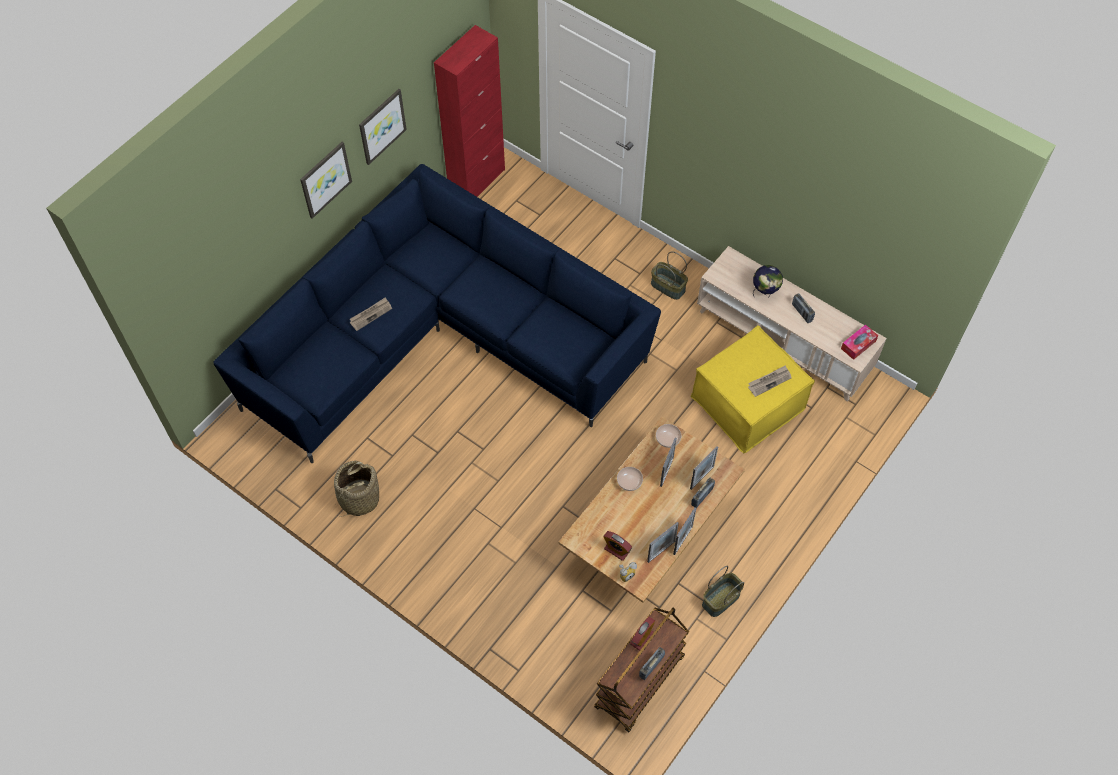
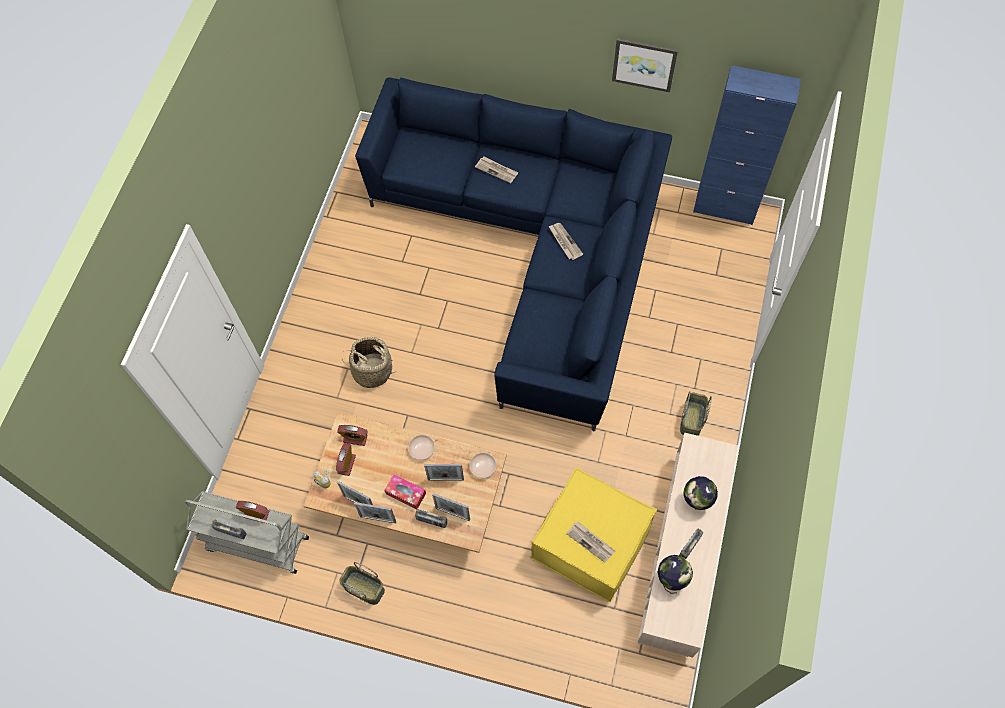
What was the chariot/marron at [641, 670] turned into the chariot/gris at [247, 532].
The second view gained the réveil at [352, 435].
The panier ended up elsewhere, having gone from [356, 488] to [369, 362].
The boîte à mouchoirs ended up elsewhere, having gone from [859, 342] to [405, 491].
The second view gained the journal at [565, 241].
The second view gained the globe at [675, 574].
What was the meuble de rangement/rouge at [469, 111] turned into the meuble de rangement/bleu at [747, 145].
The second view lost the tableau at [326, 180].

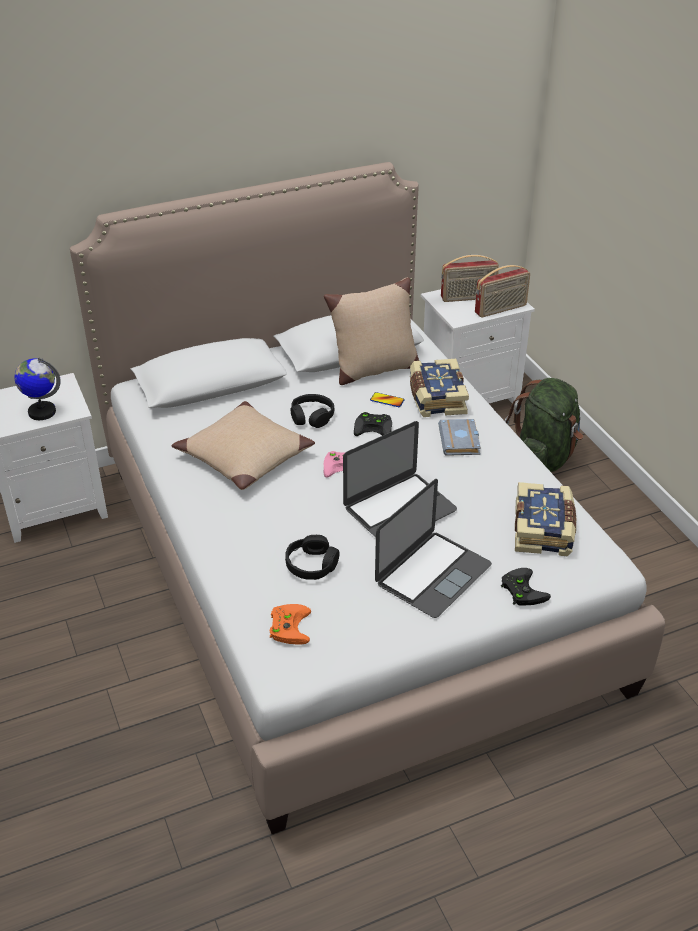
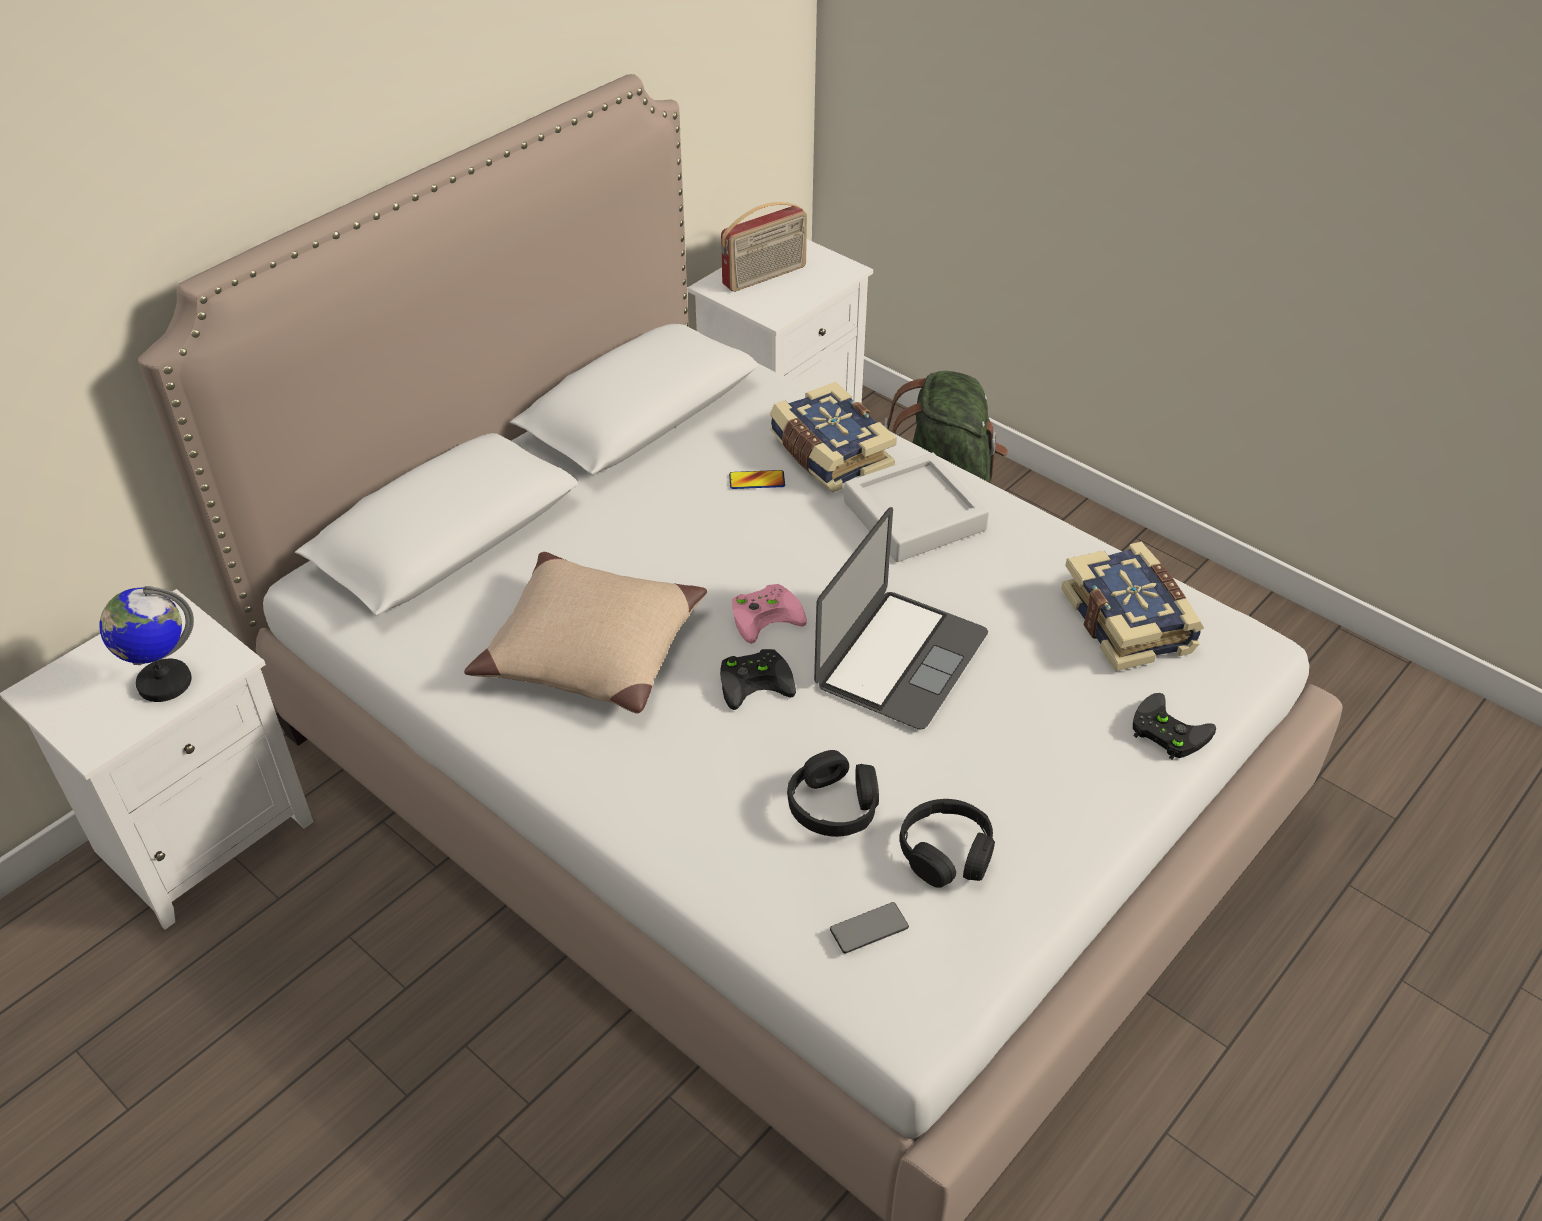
The manette/noir ended up elsewhere, having gone from [373, 424] to [758, 679].
Where the manette/orange stood at [290, 624], the téléphone came to stand at [869, 927].
Where the livre/gris stood at [459, 437], the plateau/gris came to stand at [916, 507].
The casque audio/noir ended up elsewhere, having gone from [313, 411] to [947, 843].
The second view lost the coussin/beige at [371, 331].
The second view lost the ordinateur portable at [433, 548].
The second view lost the radio at [502, 291].

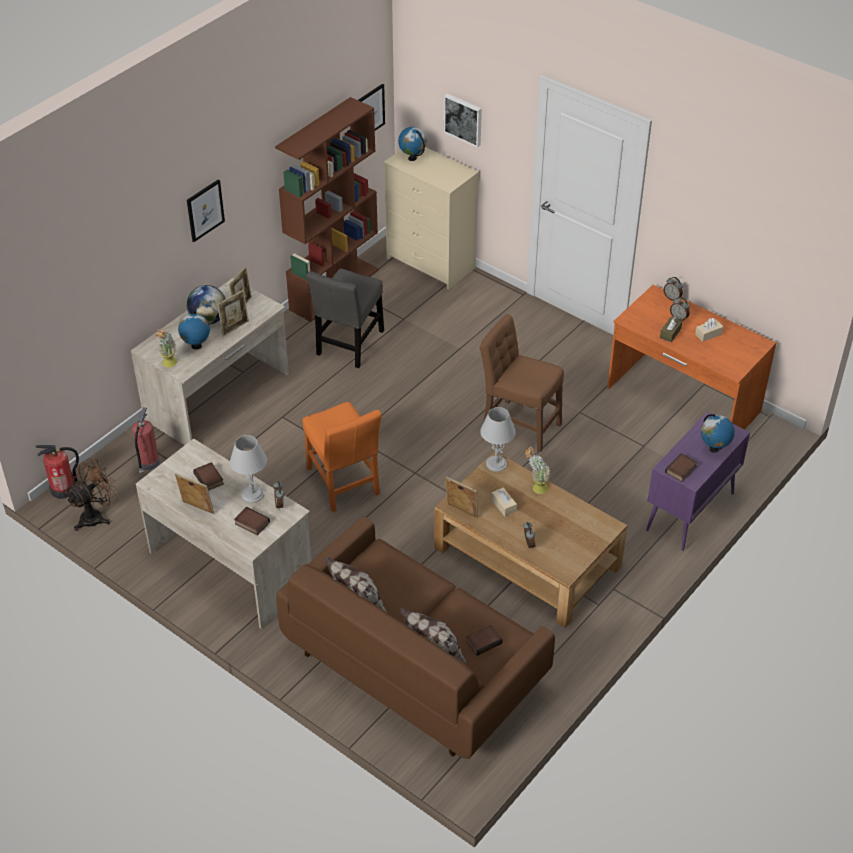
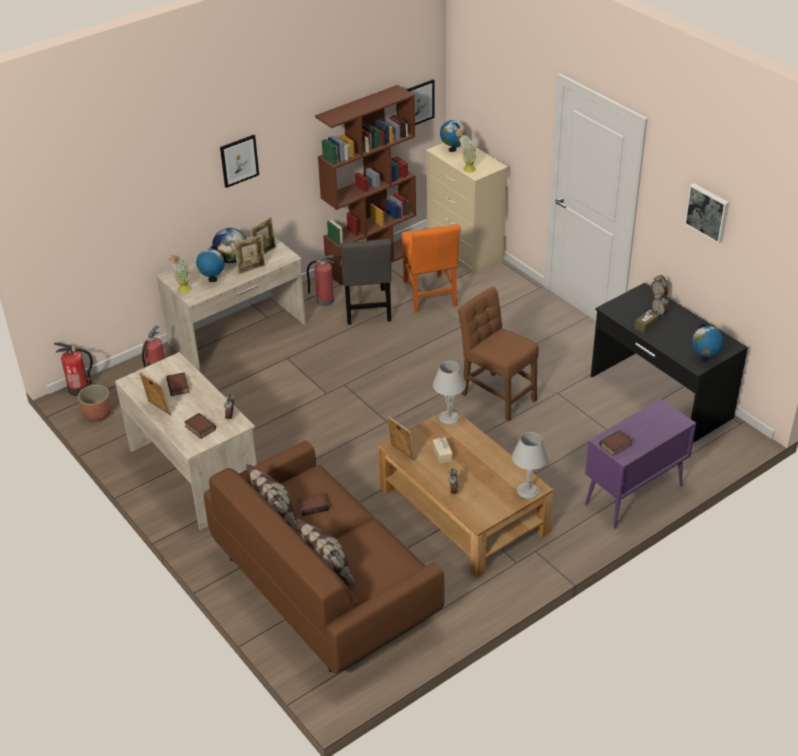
Where the ventilateur/marron stood at [92, 494], the cache-pot came to stand at [94, 403].
The livre ended up elsewhere, having gone from [484, 640] to [313, 504].
The second view gained the extincteur at [320, 280].
The chaise/gris at [345, 318] ended up facing another way, 45 degrees counterclockwise from before.
The chaise/orange ended up elsewhere, having gone from [342, 457] to [431, 268].
The plante en pot ended up elsewhere, having gone from [537, 470] to [466, 149].
The lampe de table/gris ended up elsewhere, having gone from [248, 469] to [530, 465].
What was the bureau/orange at [691, 357] turned into the bureau/noir at [669, 363].
The tableau ended up elsewhere, having gone from [463, 120] to [706, 213].
The globe ended up elsewhere, having gone from [718, 433] to [708, 343].
The second view lost the boîte à mouchoirs/beige at [709, 330].

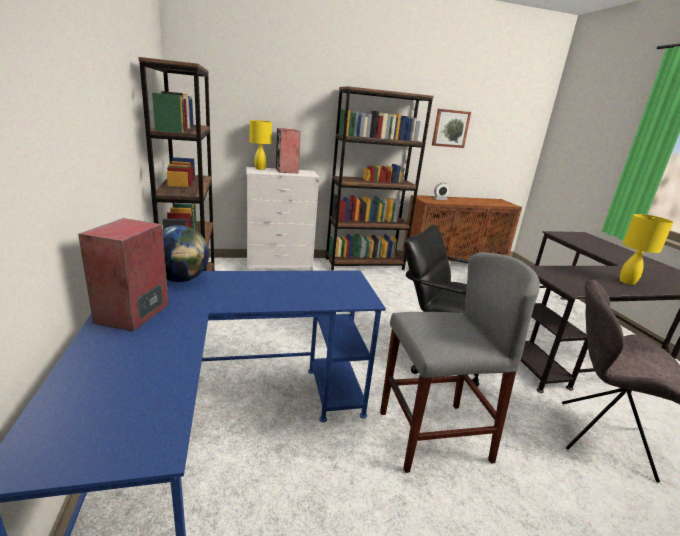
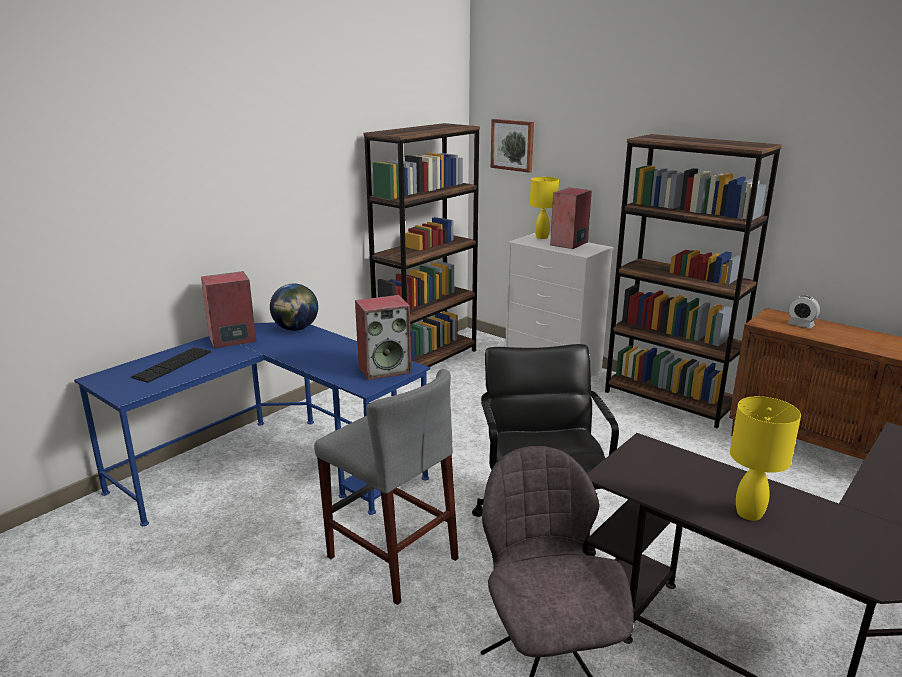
The second view gained the clavier at [171, 365].
The second view gained the enceinte at [383, 337].
The tableau ended up elsewhere, having gone from [451, 128] to [512, 146].

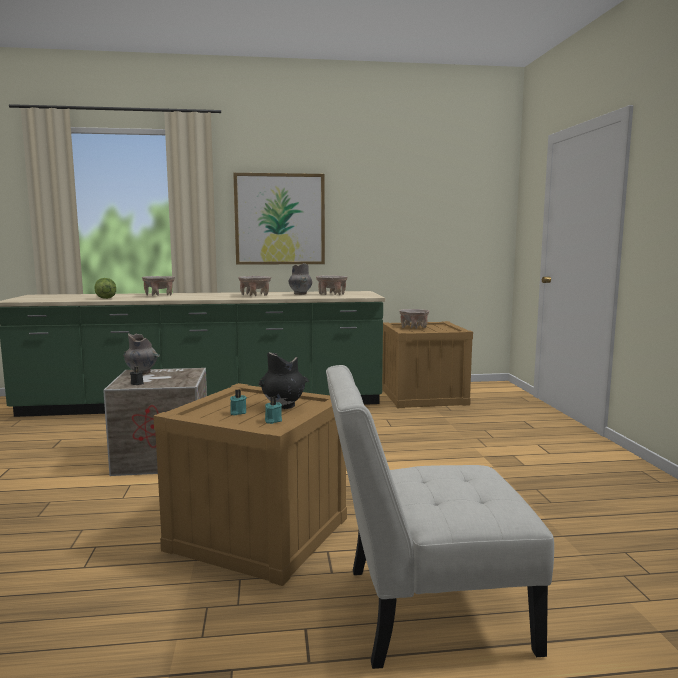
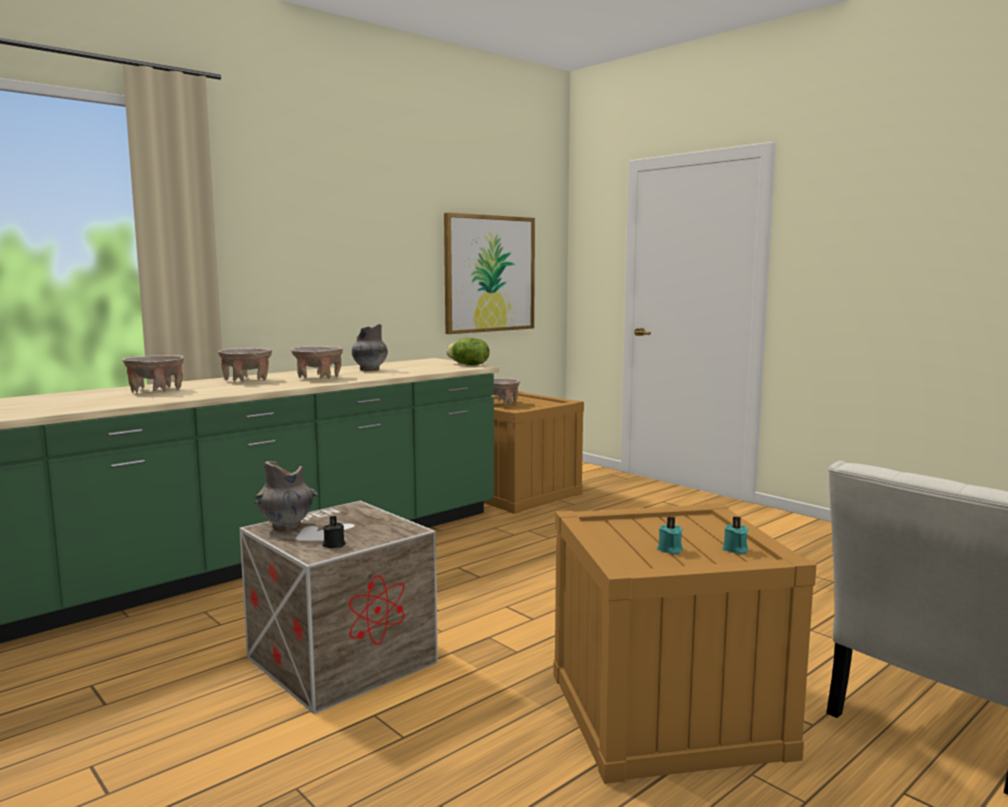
The bol/beige ended up elsewhere, having gone from [331, 285] to [245, 365].
The tableau ended up elsewhere, having gone from [279, 219] to [489, 273].
The laitue ended up elsewhere, having gone from [105, 288] to [467, 351].
The second view lost the vase/noir at [284, 380].

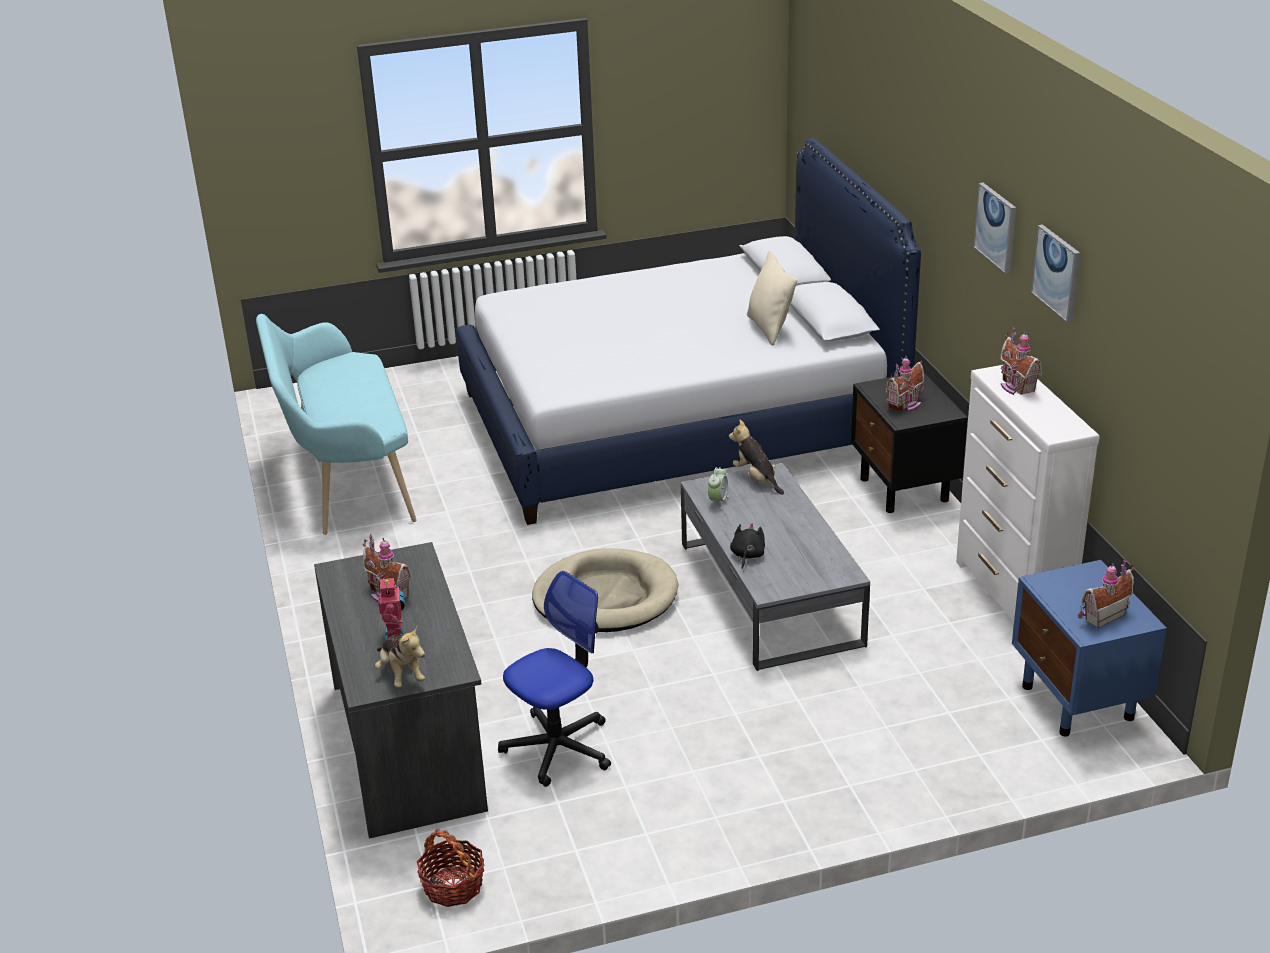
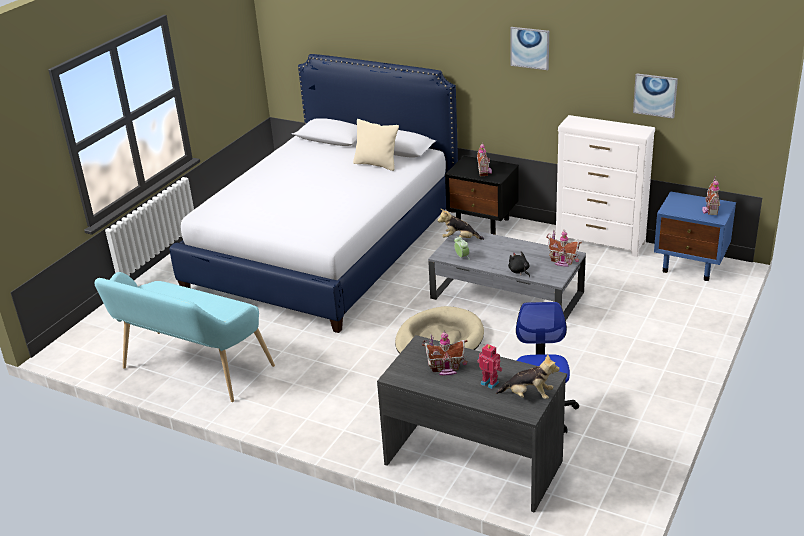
The maison miniature ended up elsewhere, having gone from [1021, 361] to [564, 248].
The tableau ended up elsewhere, having gone from [1055, 274] to [655, 96].
The second view lost the panier at [451, 868].

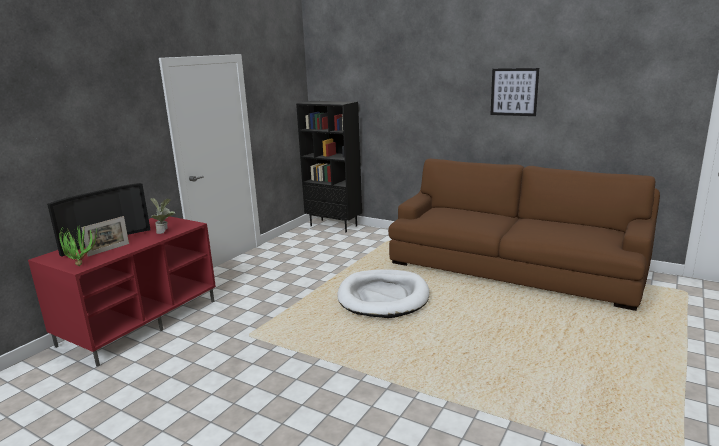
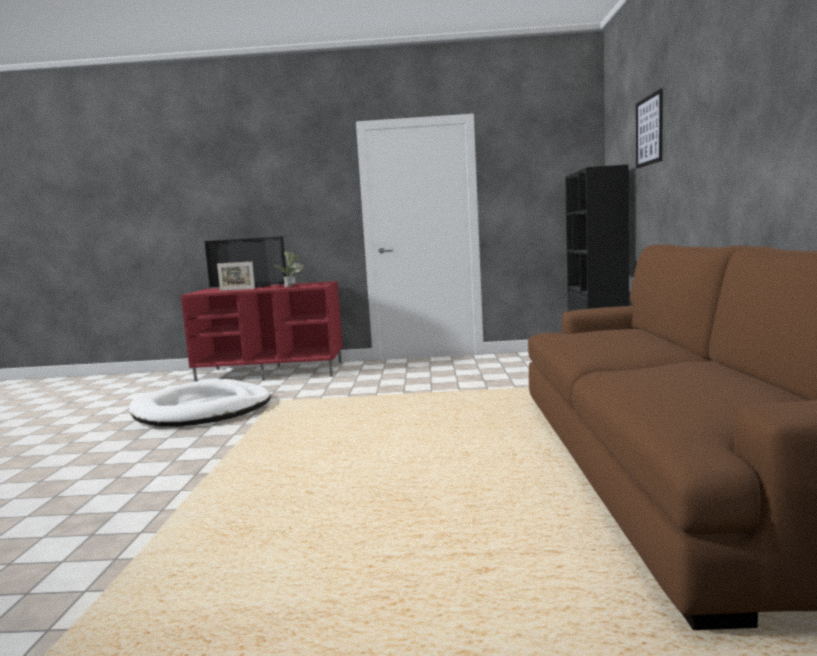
The panier pour chien/blanc ended up elsewhere, having gone from [383, 293] to [200, 403].
The tableau ended up elsewhere, having gone from [514, 92] to [649, 128].
The second view lost the plante en pot at [78, 245].

